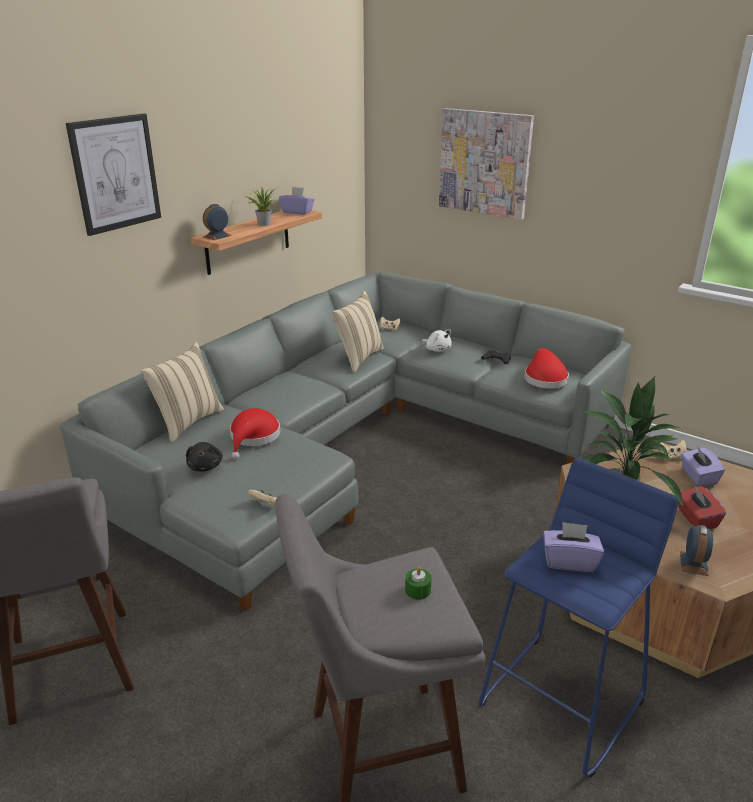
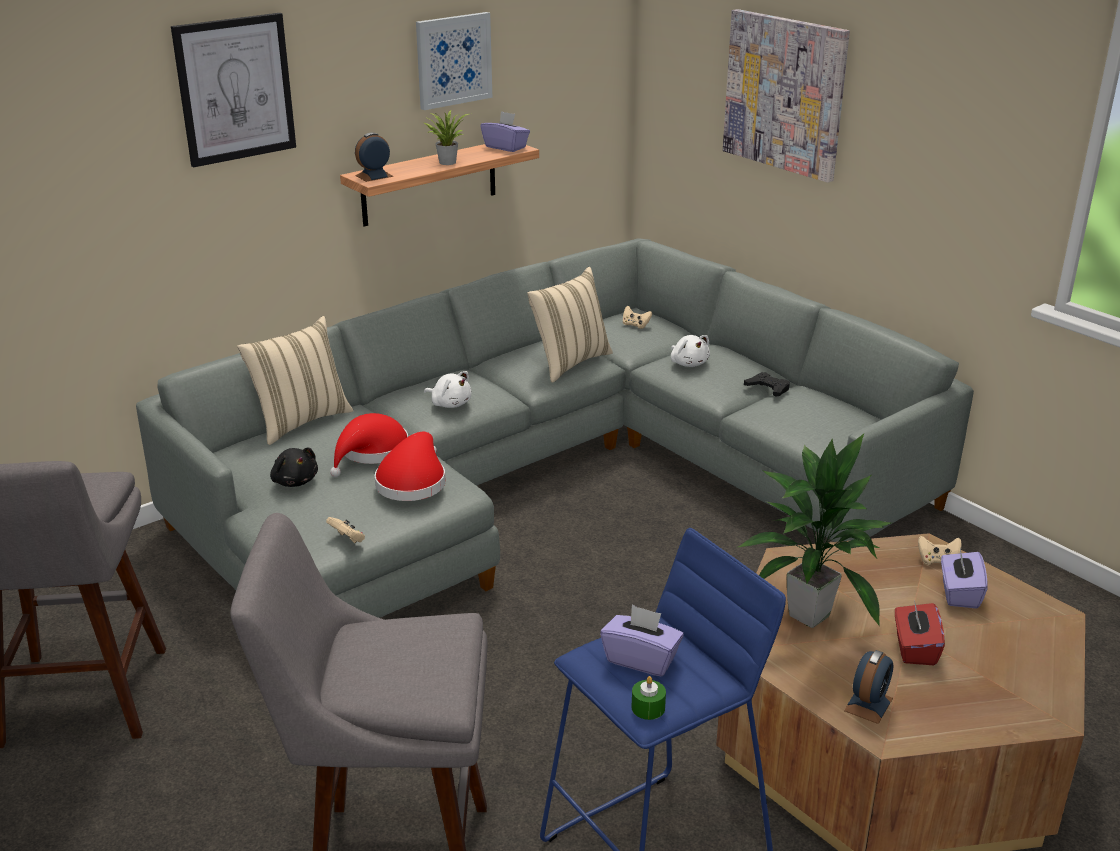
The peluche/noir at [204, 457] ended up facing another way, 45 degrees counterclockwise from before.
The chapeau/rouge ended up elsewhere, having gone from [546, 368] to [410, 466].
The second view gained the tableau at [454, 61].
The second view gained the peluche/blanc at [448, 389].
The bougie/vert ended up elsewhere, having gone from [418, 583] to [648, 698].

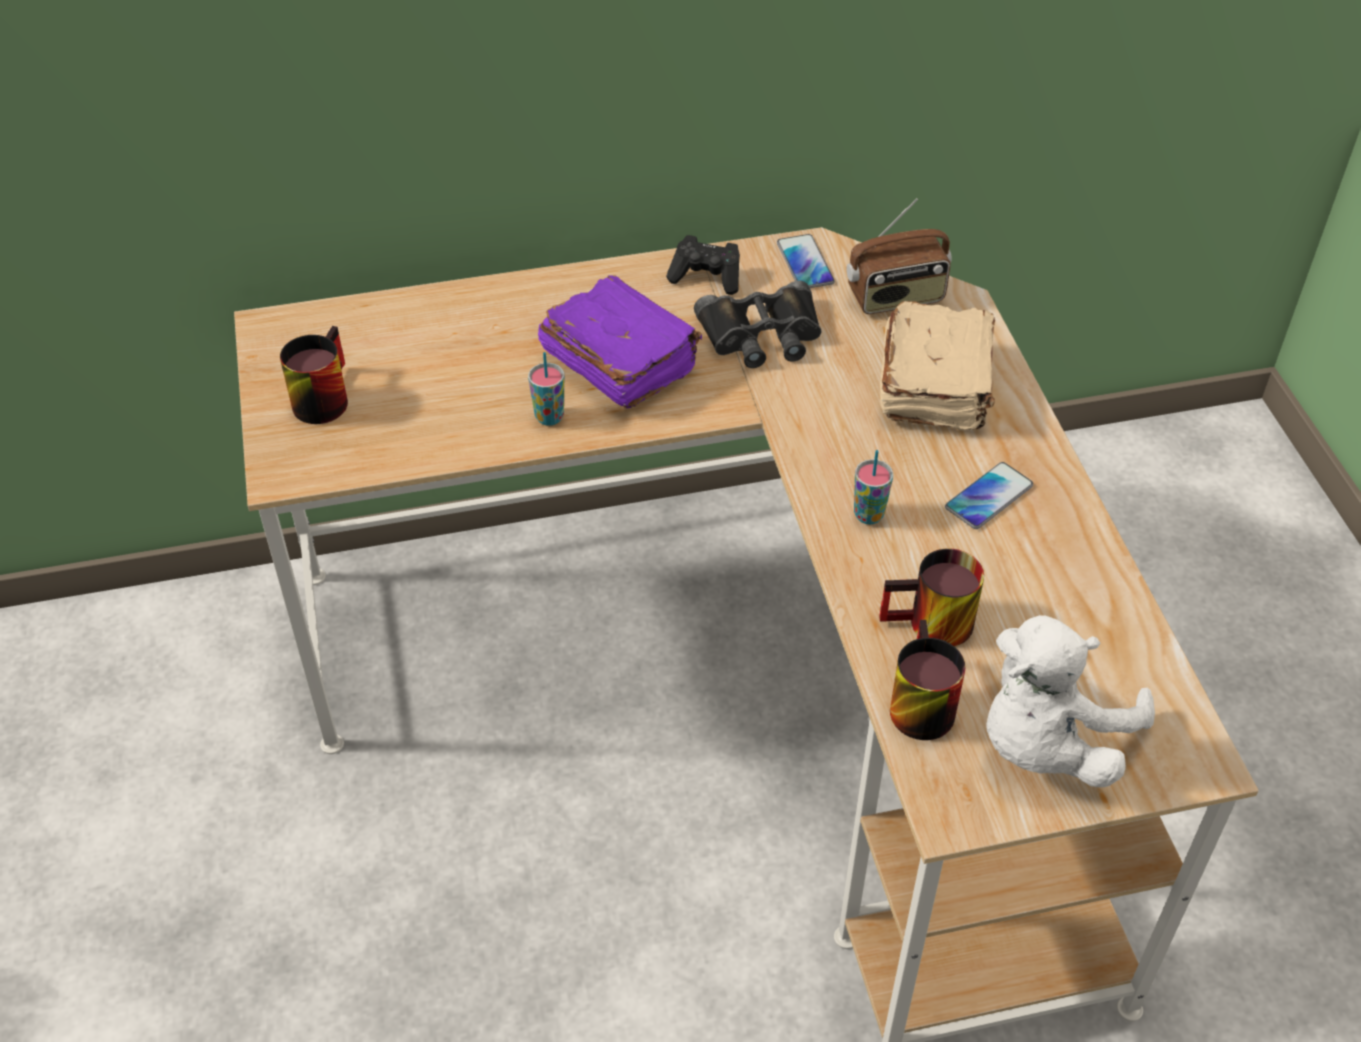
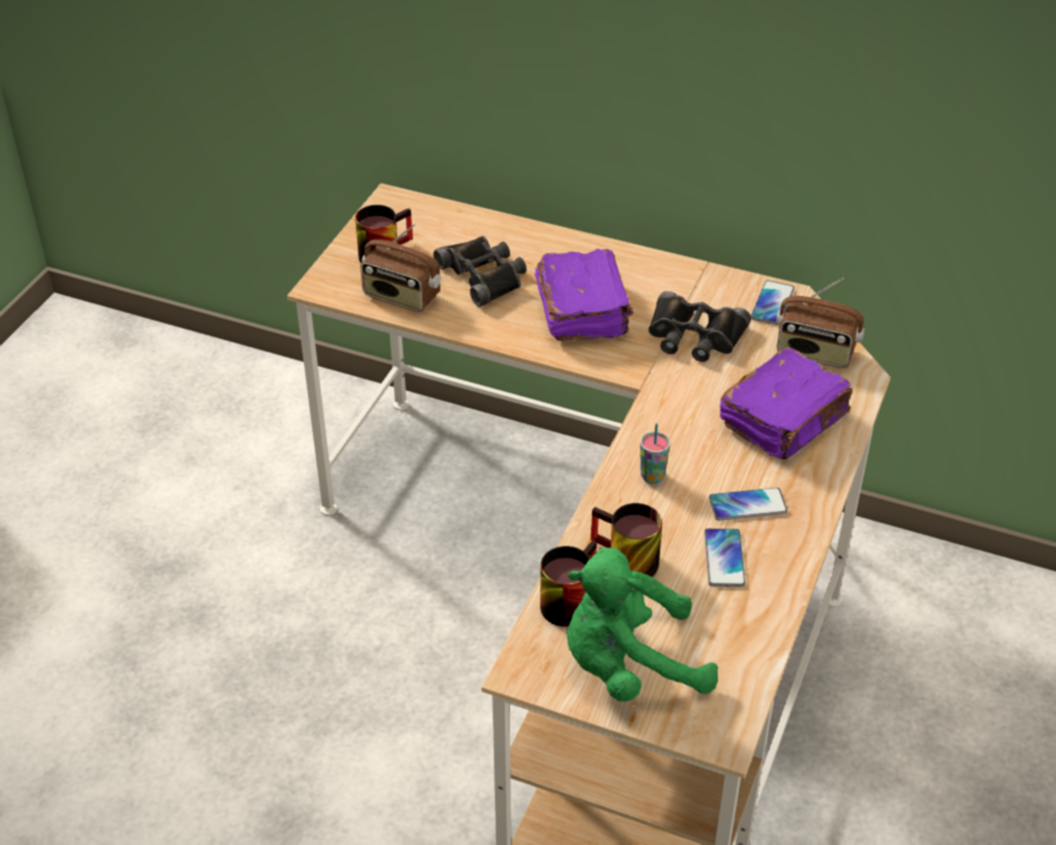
The second view gained the radio at [401, 268].
The second view gained the jumelles/noir at [480, 271].
What was the peluche/blanc at [1070, 701] turned into the peluche/vert at [642, 624].
The second view gained the téléphone at [725, 557].
What was the livre/beige at [937, 366] turned into the livre/violet at [785, 403].
The second view lost the tasse at [546, 389].
The second view lost the manette/noir at [703, 265].

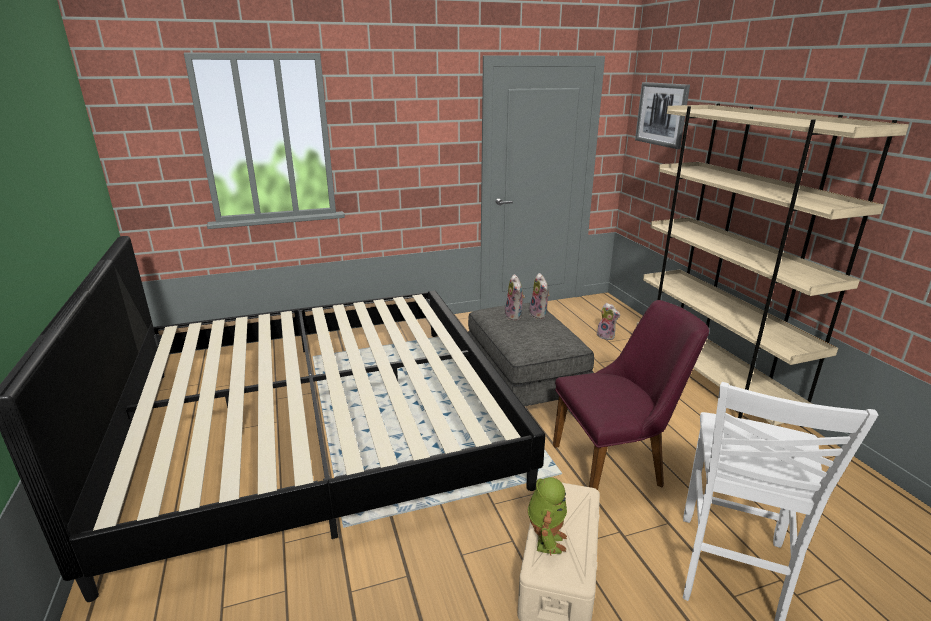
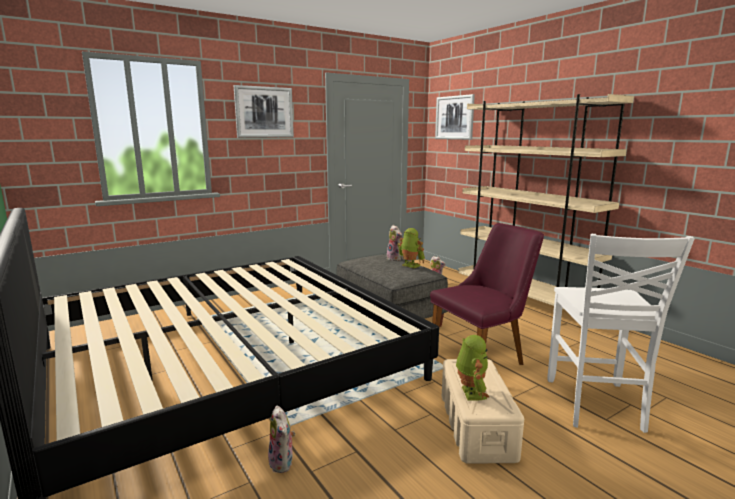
The second view gained the tableau at [264, 111].
The peluche ended up elsewhere, having gone from [515, 297] to [281, 439].
The second view gained the robot jouet at [411, 248].

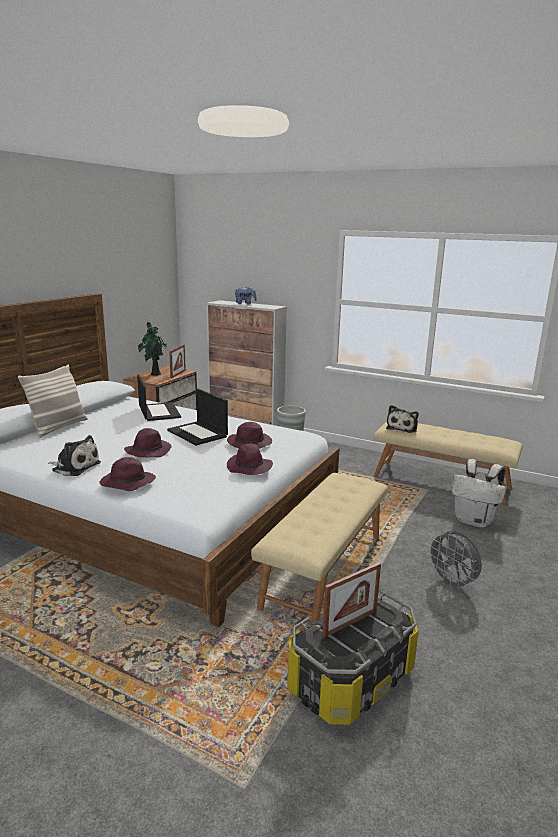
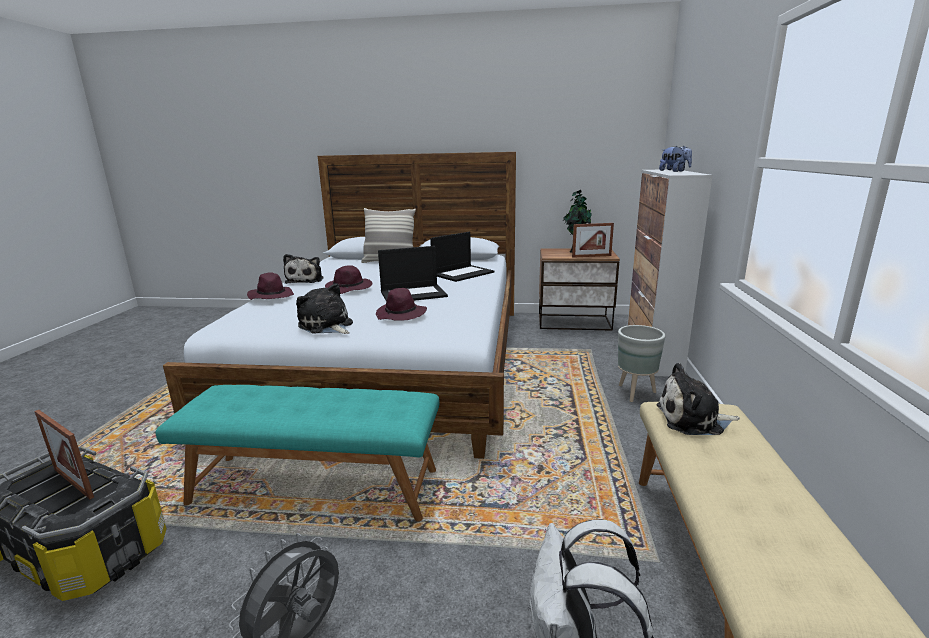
What was the banc/beige at [319, 548] turned into the banc/turquoise at [297, 453].
Where the chapeau/violet stood at [250, 459], the peluche came to stand at [324, 308].
The ordinateur portable at [197, 417] ended up facing another way, 135 degrees counterclockwise from before.

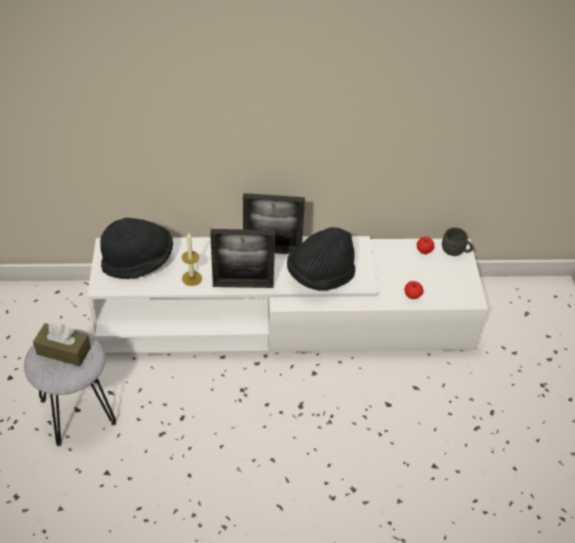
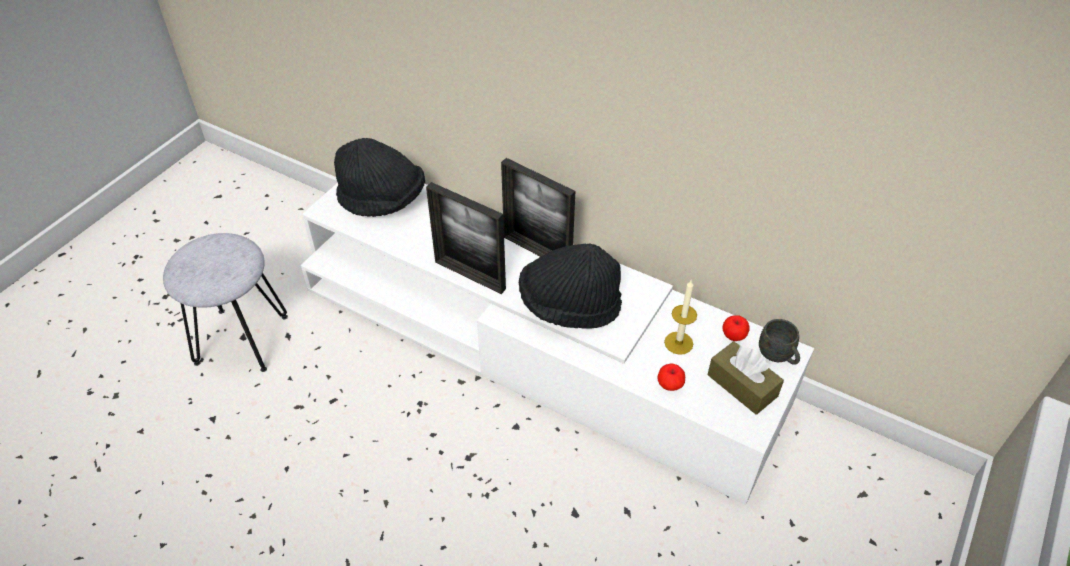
The bougie ended up elsewhere, having gone from [192, 259] to [680, 317].
The boîte à mouchoirs/marron ended up elsewhere, having gone from [62, 344] to [746, 378].

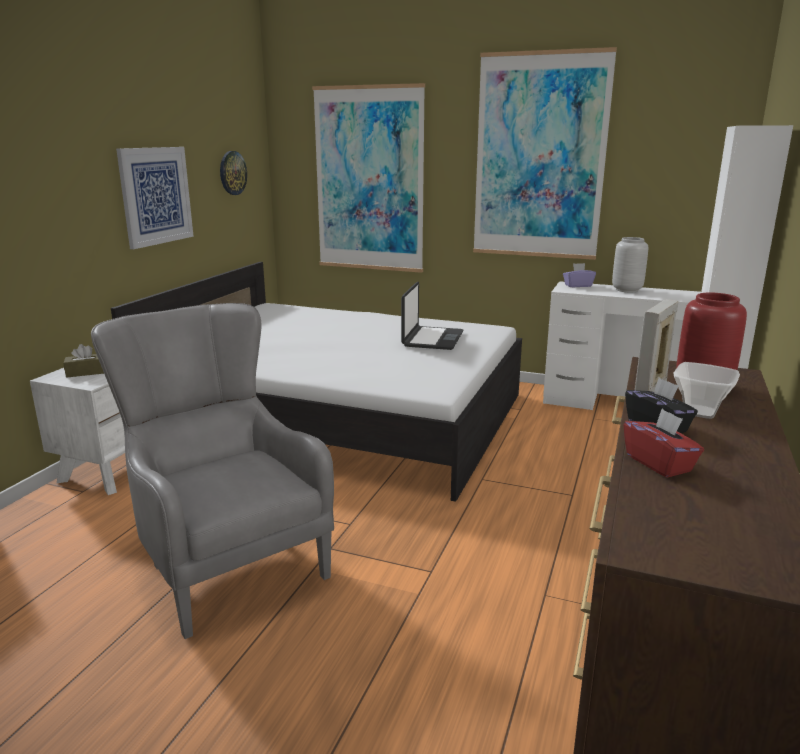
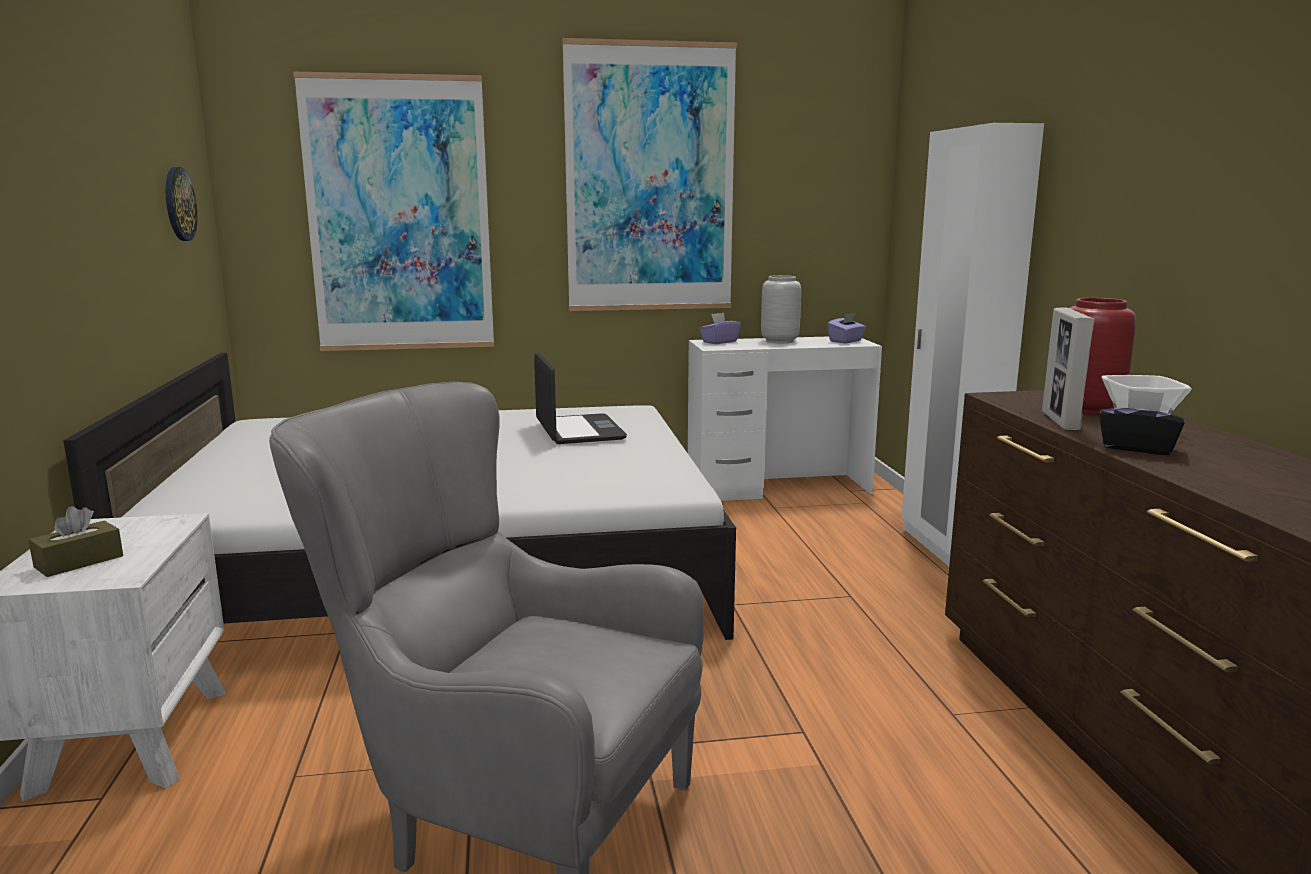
The second view gained the boîte à mouchoirs/violet at [846, 328].
The second view lost the tableau at [155, 198].
The second view lost the boîte à mouchoirs/rouge at [664, 443].

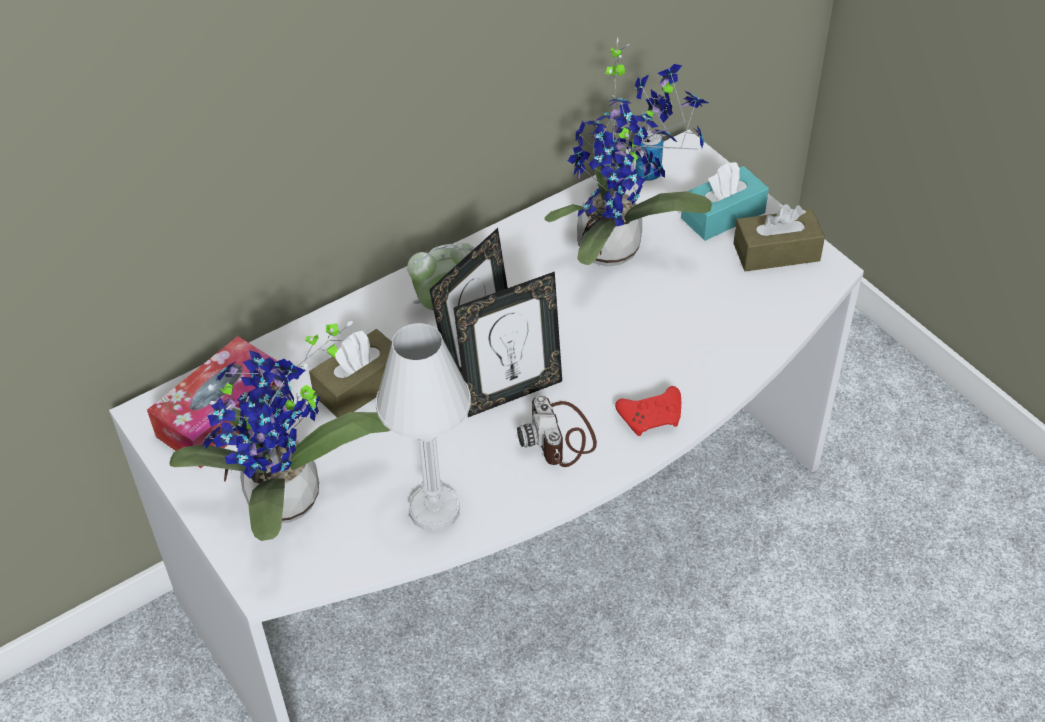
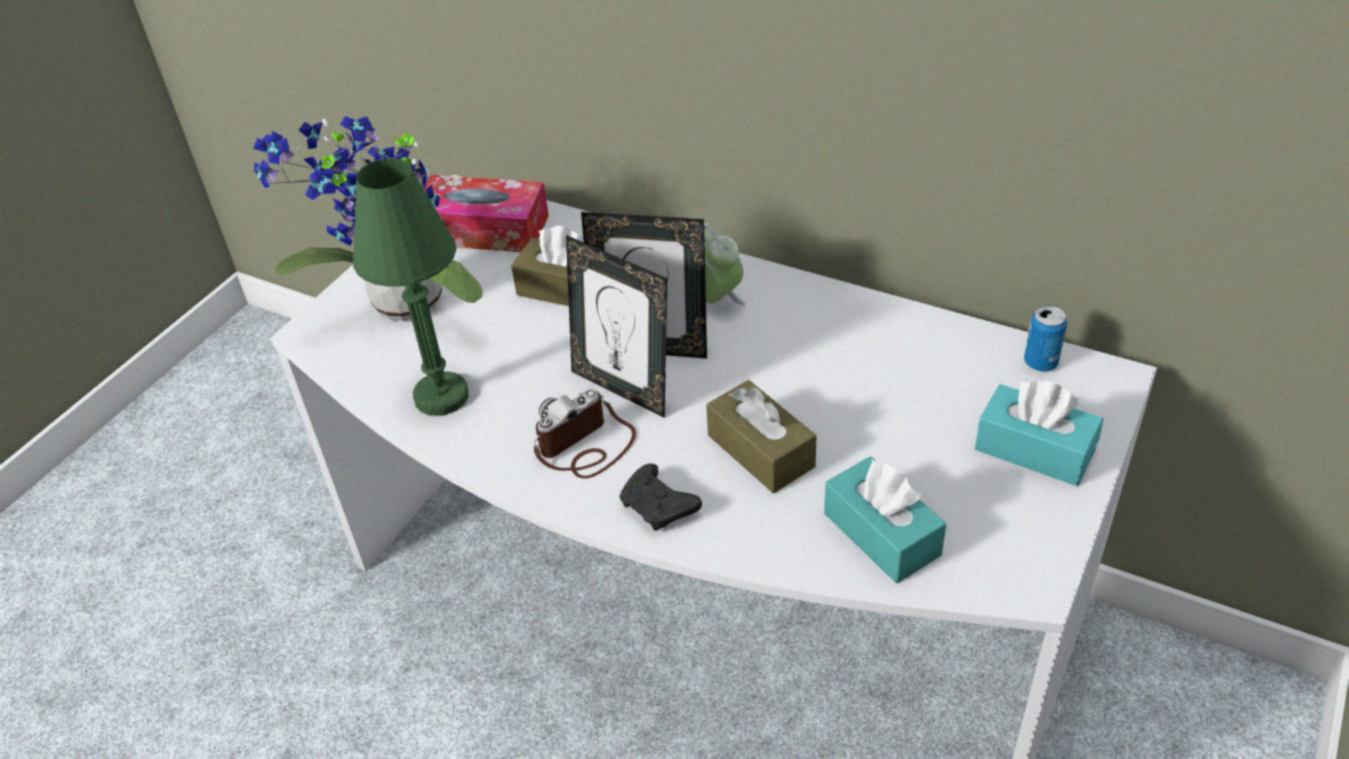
What was the lampe de table/blanc at [423, 427] turned into the lampe de table/vert at [411, 287].
What was the manette/rouge at [648, 411] turned into the manette/noir at [661, 497].
The boîte à mouchoirs/marron ended up elsewhere, having gone from [779, 238] to [761, 436].
The second view gained the boîte à mouchoirs/turquoise at [885, 519].
The second view lost the plante en pot at [628, 152].

